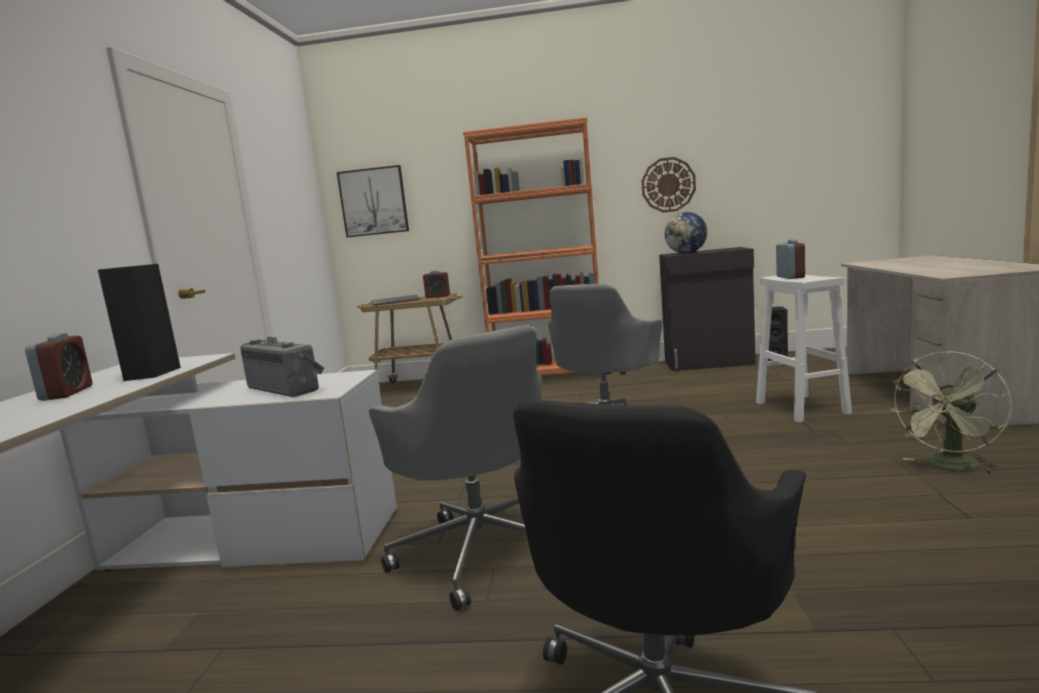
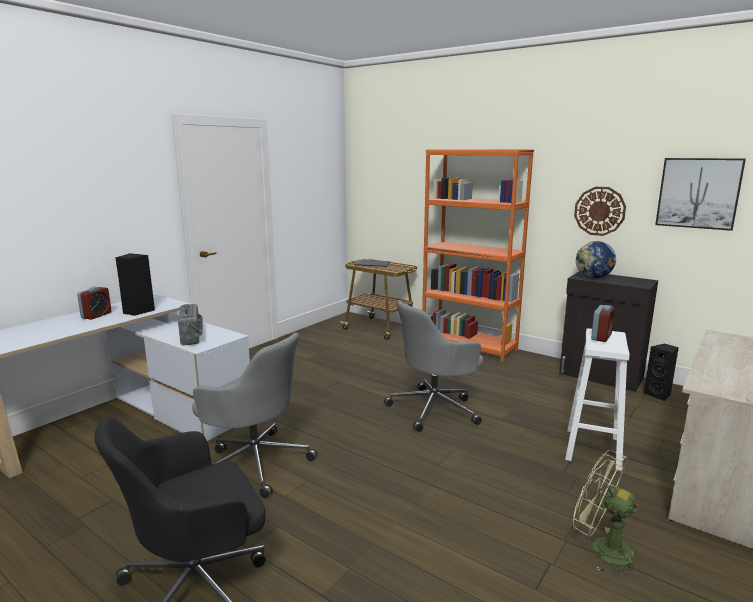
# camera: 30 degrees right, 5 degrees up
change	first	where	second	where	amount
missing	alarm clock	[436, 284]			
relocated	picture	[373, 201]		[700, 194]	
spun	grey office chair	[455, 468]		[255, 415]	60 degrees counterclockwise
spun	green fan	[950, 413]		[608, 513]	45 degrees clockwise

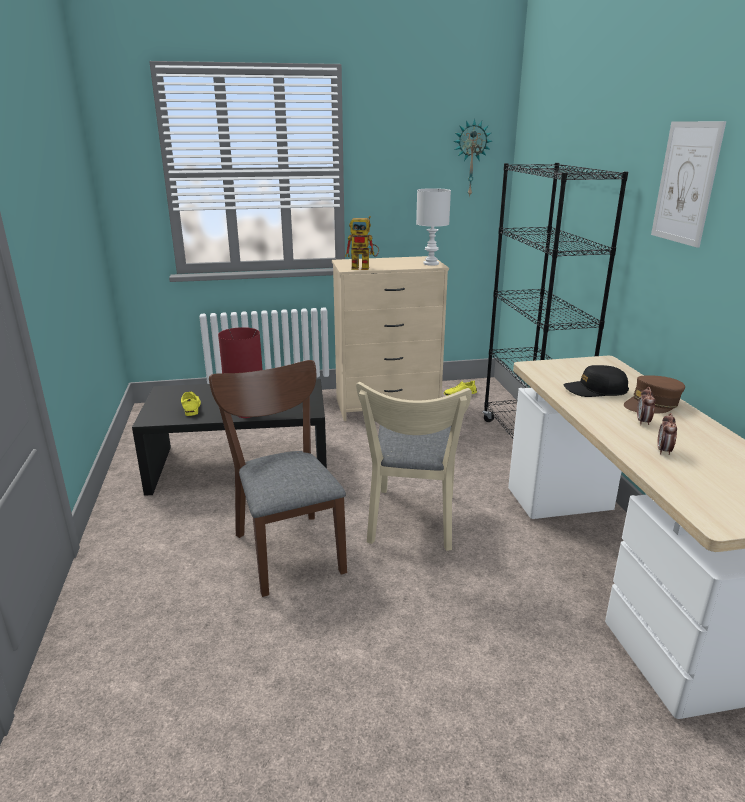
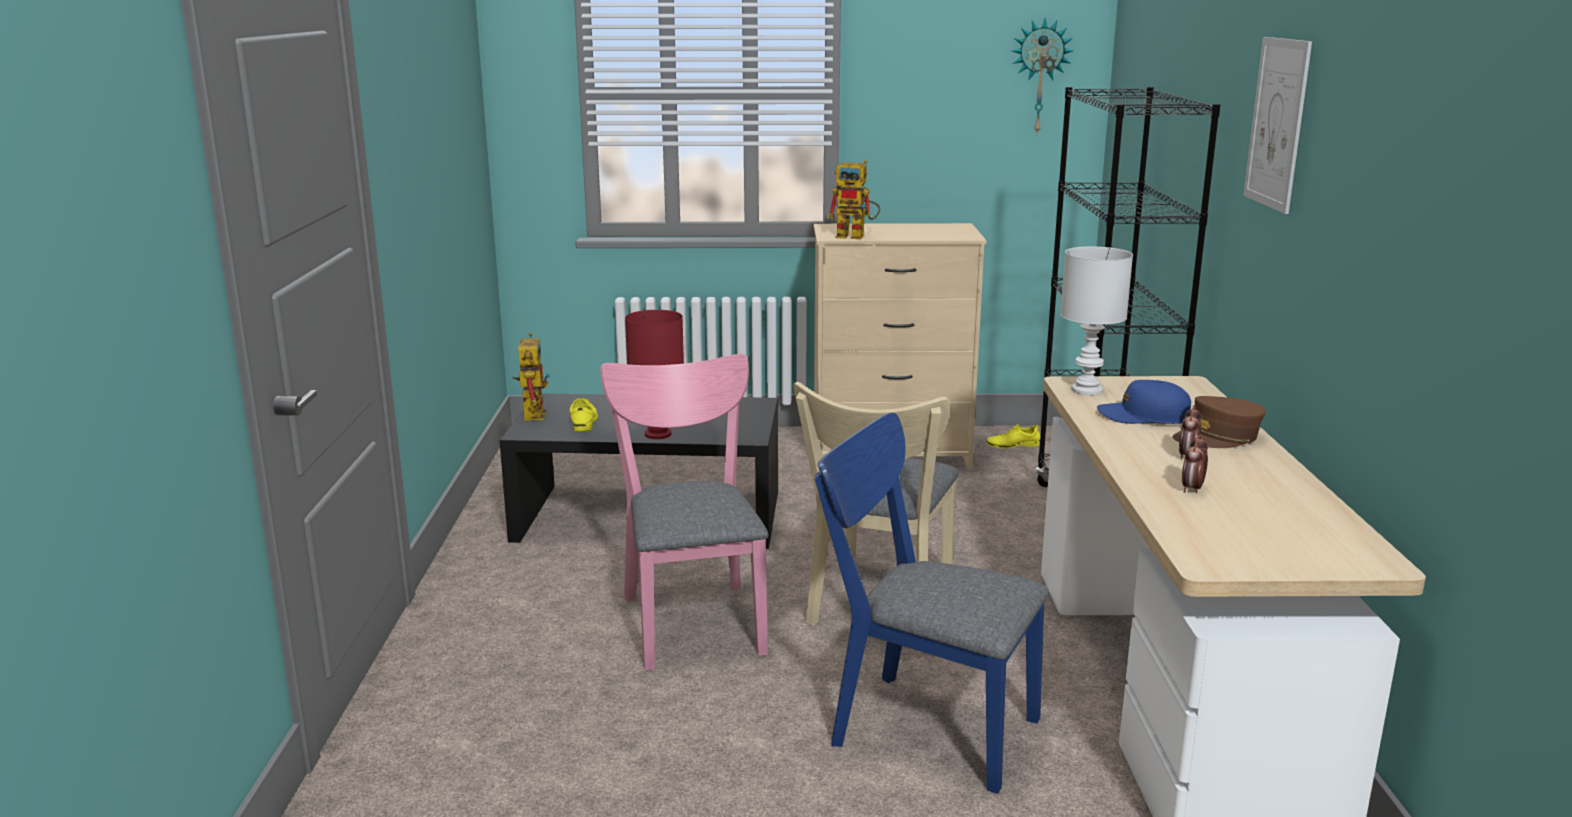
# camera: 10 degrees right, 5 degrees down
change	first	where	second	where	amount
appeared			toy robot	[531, 377]	
appeared			blue chair	[932, 603]	
relocated	white table lamp	[433, 227]		[1096, 320]	
colour	brown chair	[278, 478]	pink chair	[684, 512]	
colour	black cap	[596, 381]	blue cap	[1144, 402]	

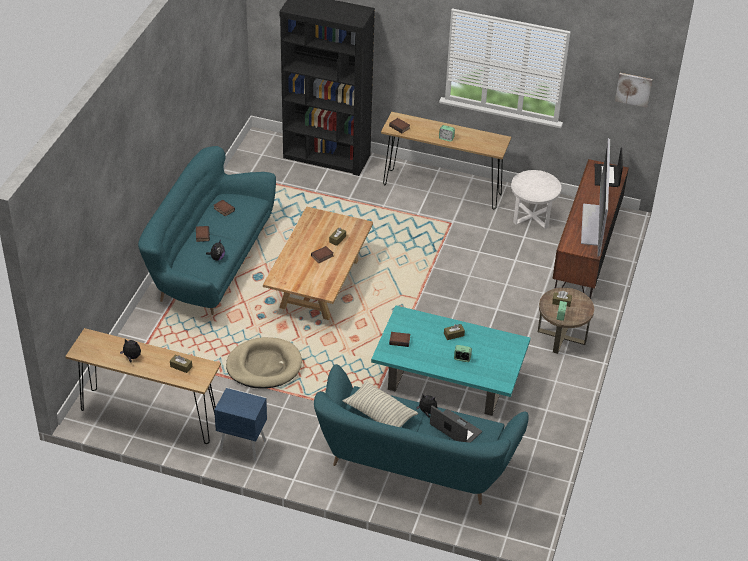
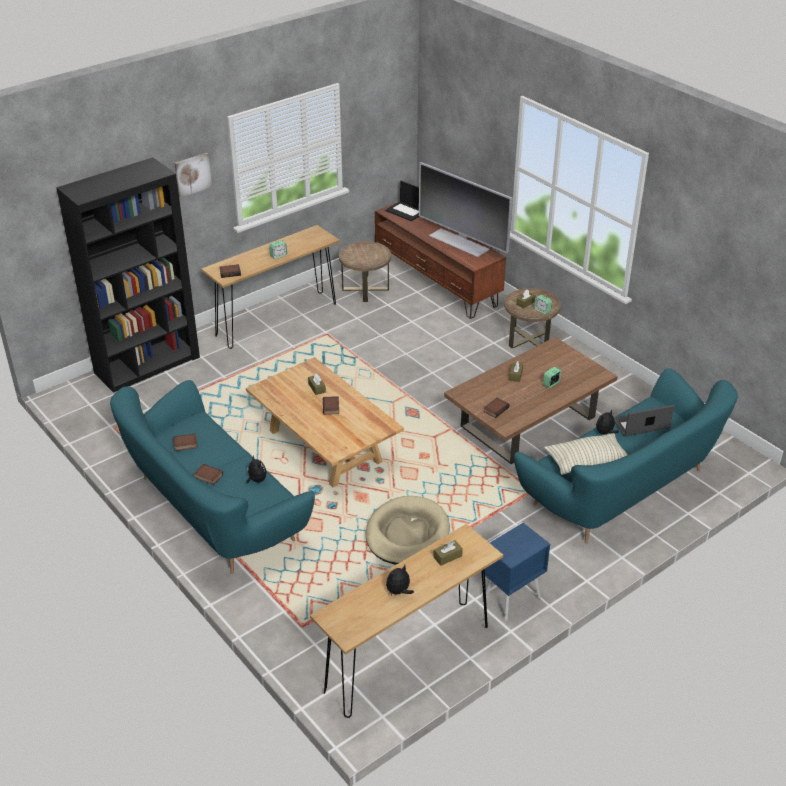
# camera: 55 degrees left, 5 degrees down
change	first	where	second	where	amount
relocated	picture	[633, 90]		[193, 175]	
colour	turquoise coffee table	[450, 360]	brown coffee table	[531, 400]	
colour	white side table	[536, 199]	brown side table	[365, 271]	

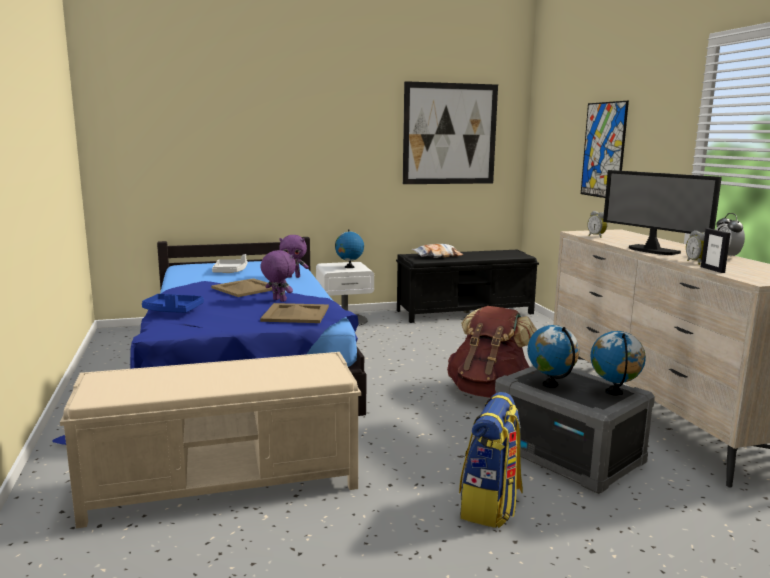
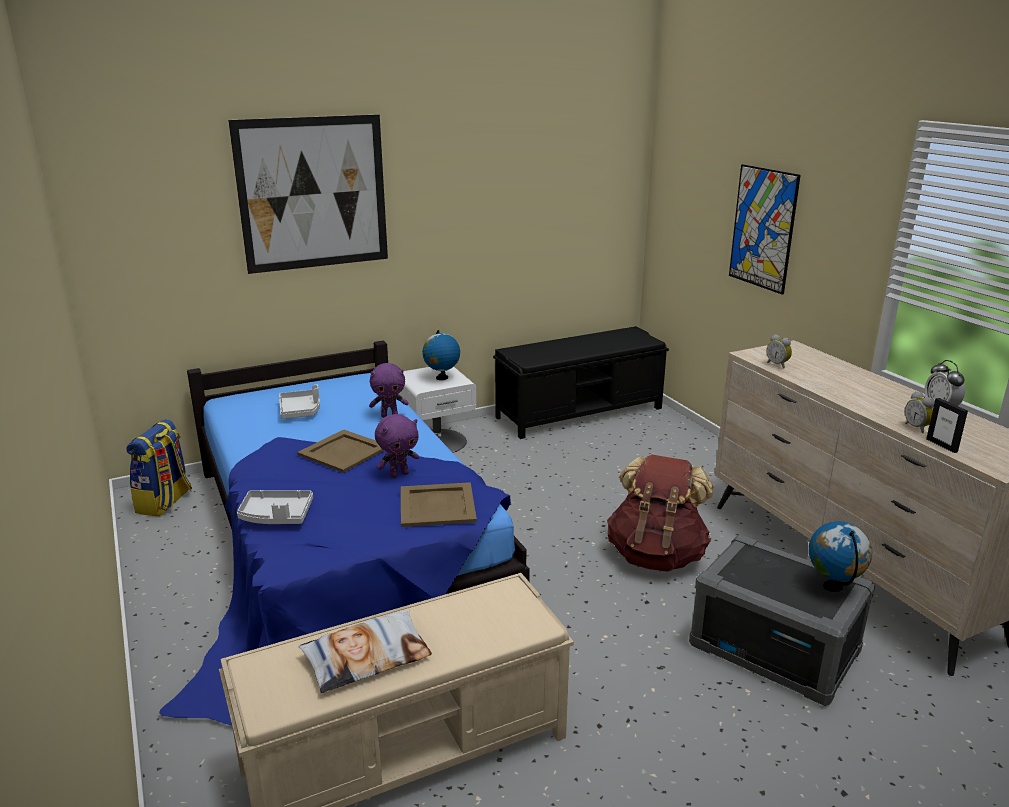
# camera: 10 degrees left, 10 degrees up
change	first	where	second	where	amount
missing	globe	[553, 356]			
missing	monitor	[662, 212]			
relocated	picture	[450, 132]		[308, 194]	
relocated	pillow	[437, 251]		[365, 651]	
relocated	backpack	[491, 460]		[159, 467]	
colour	blue tray	[173, 303]	grey tray	[275, 507]	
spun	purple plush toy	[278, 276]		[397, 446]	120 degrees clockwise

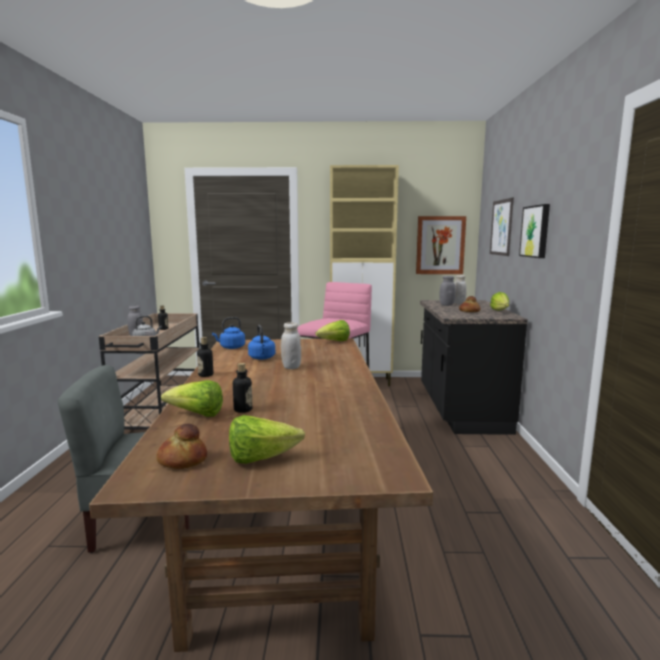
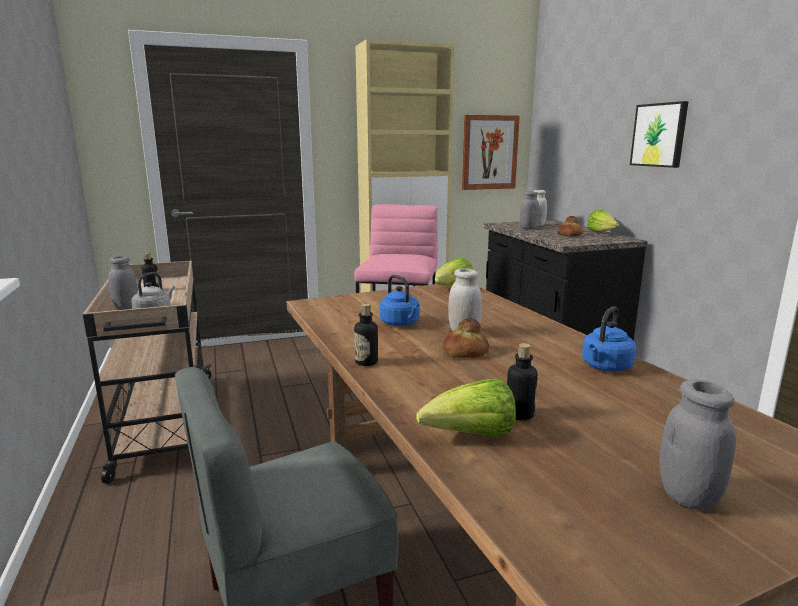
# camera: 20 degrees left, 5 degrees up
change	first	where	second	where	amount
missing	picture	[502, 227]			
relocated	bread	[181, 446]		[466, 338]	
relocated	blue kettle	[228, 333]		[609, 339]	
exchanged	lettuce	[267, 439]	grey jar	[697, 445]	

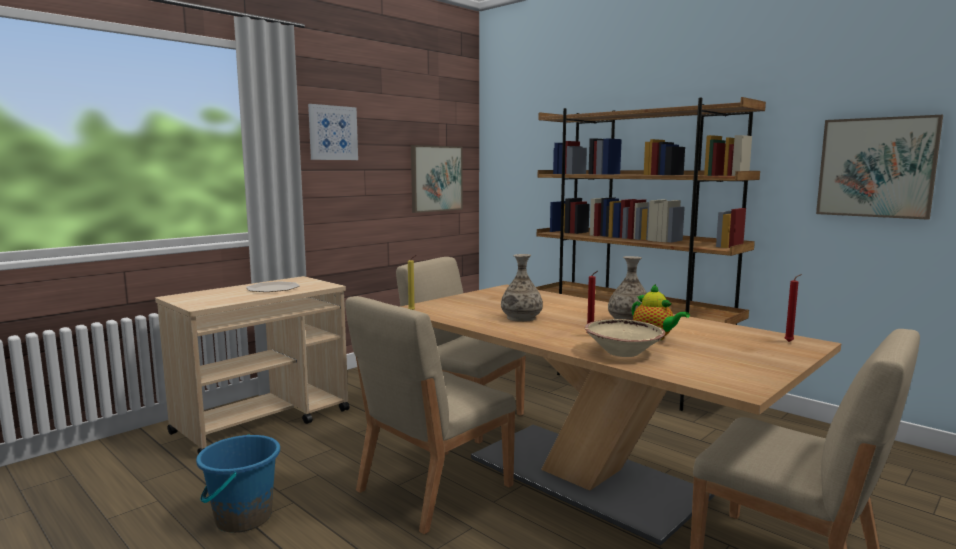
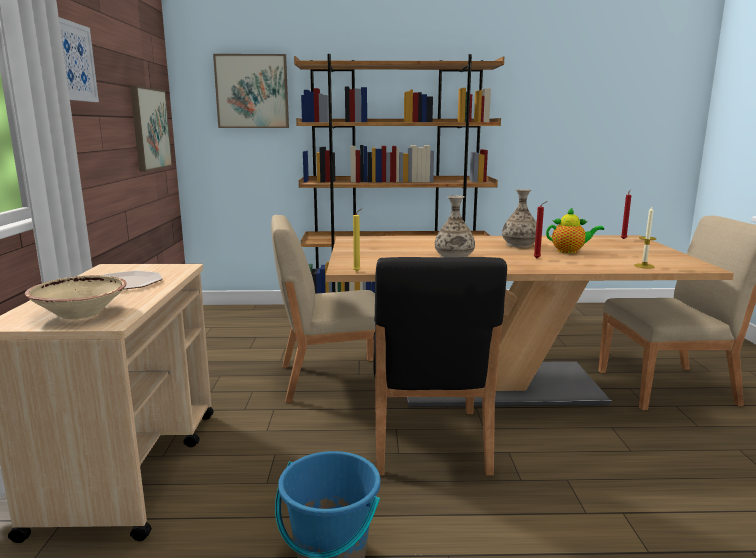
# camera: 45 degrees left, 5 degrees up
change	first	where	second	where	amount
appeared			candle	[645, 237]	
relocated	beige bowl	[625, 338]		[76, 297]	
relocated	picture	[879, 167]		[251, 91]	
colour	beige chair	[430, 415]	black chair	[440, 366]	

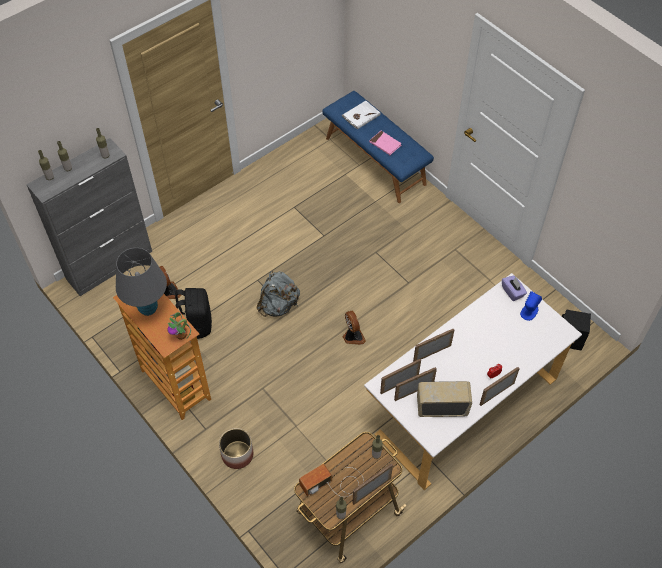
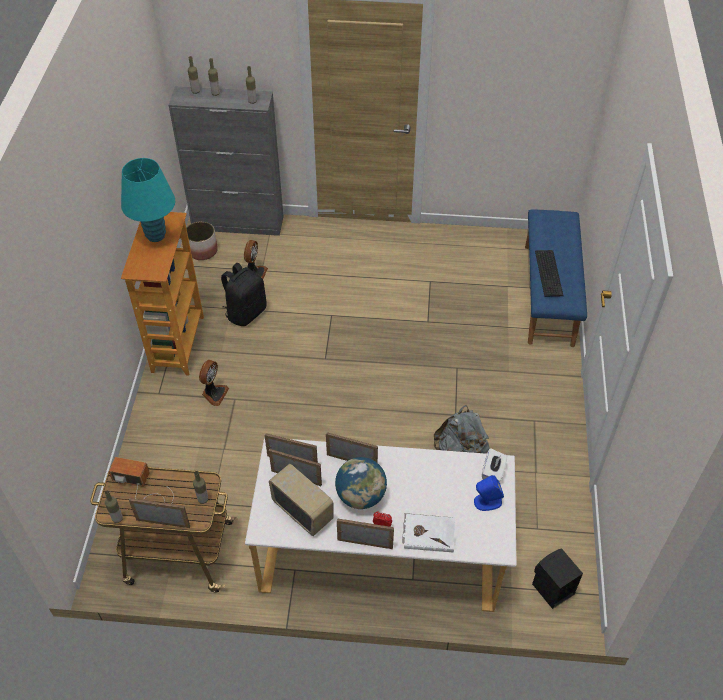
# camera: 45 degrees right, 5 degrees down
change	first	where	second	where	amount
missing	potted plant	[179, 326]			
appeared			globe	[361, 483]	
relocated	planter	[236, 448]		[202, 240]	
relocated	grey backpack	[278, 294]		[462, 429]	
relocated	white book	[360, 115]		[429, 533]	
relocated	fan	[354, 327]		[214, 383]	
exchanged	pink book	[385, 143]	keyboard	[549, 273]	
colour	grey table lamp	[141, 282]	turquoise table lamp	[148, 200]	
colour	purple tissue box	[514, 288]	white tissue box	[494, 465]	

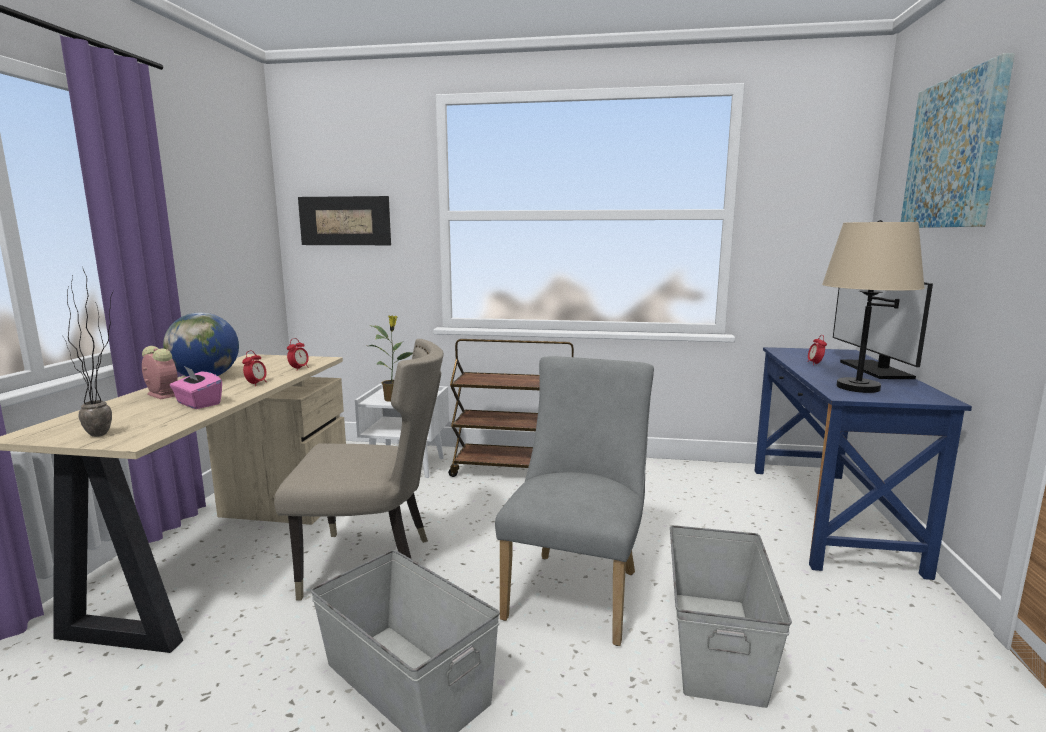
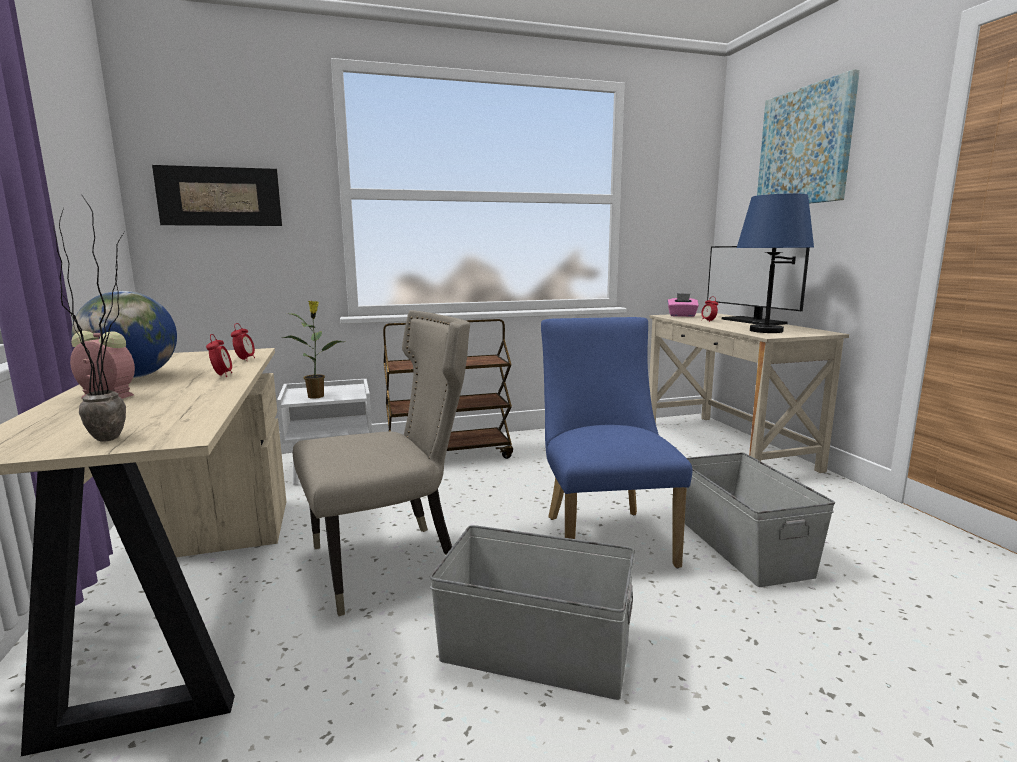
# camera: 25 degrees left, 0 degrees up
change	first	where	second	where	amount
relocated	pink tissue box	[196, 387]		[683, 305]	
colour	grey chair	[574, 501]	blue chair	[616, 442]	
colour	blue desk	[863, 463]	beige desk	[749, 393]	
colour	beige table lamp	[873, 306]	blue table lamp	[775, 263]	

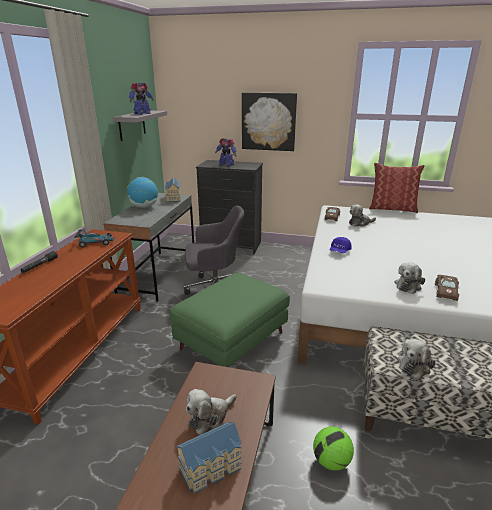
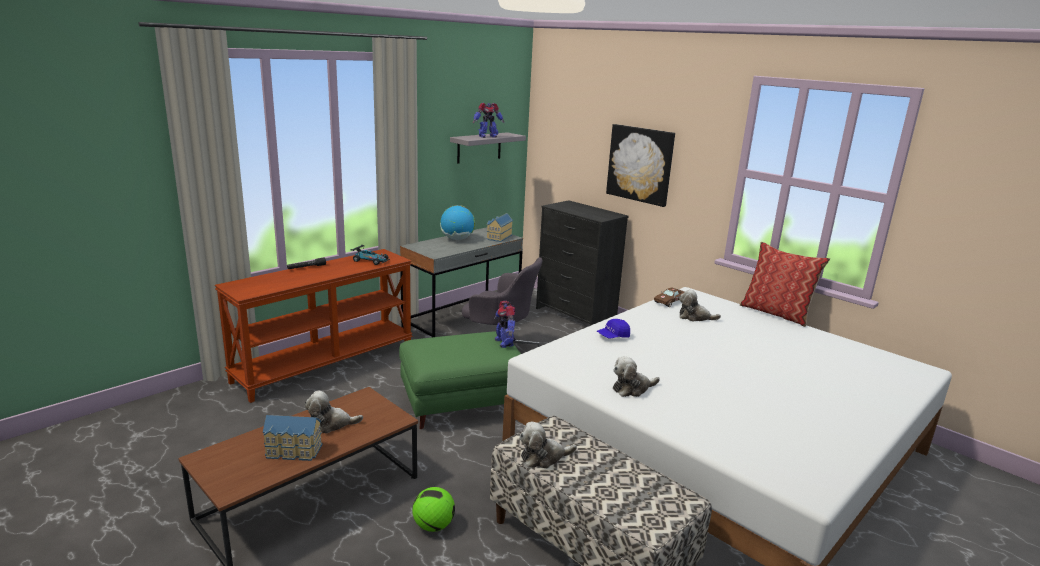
# camera: 30 degrees right, 5 degrees down
change	first	where	second	where	amount
missing	brown toy car	[447, 288]			
relocated	toy robot	[225, 152]		[505, 324]	

